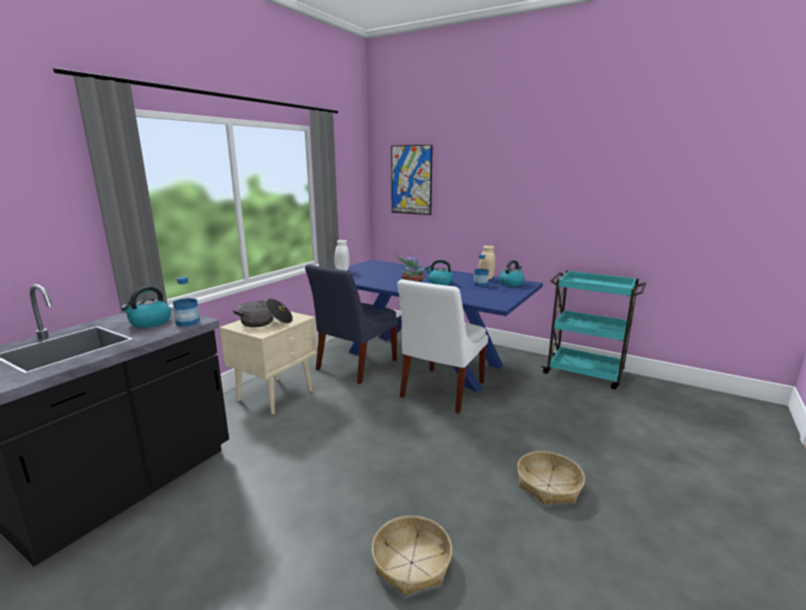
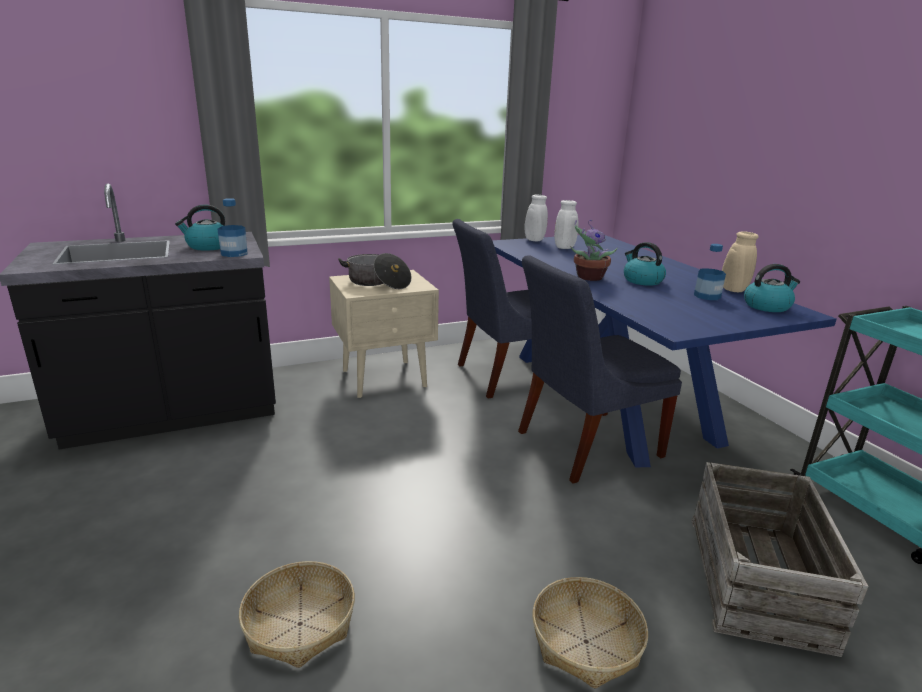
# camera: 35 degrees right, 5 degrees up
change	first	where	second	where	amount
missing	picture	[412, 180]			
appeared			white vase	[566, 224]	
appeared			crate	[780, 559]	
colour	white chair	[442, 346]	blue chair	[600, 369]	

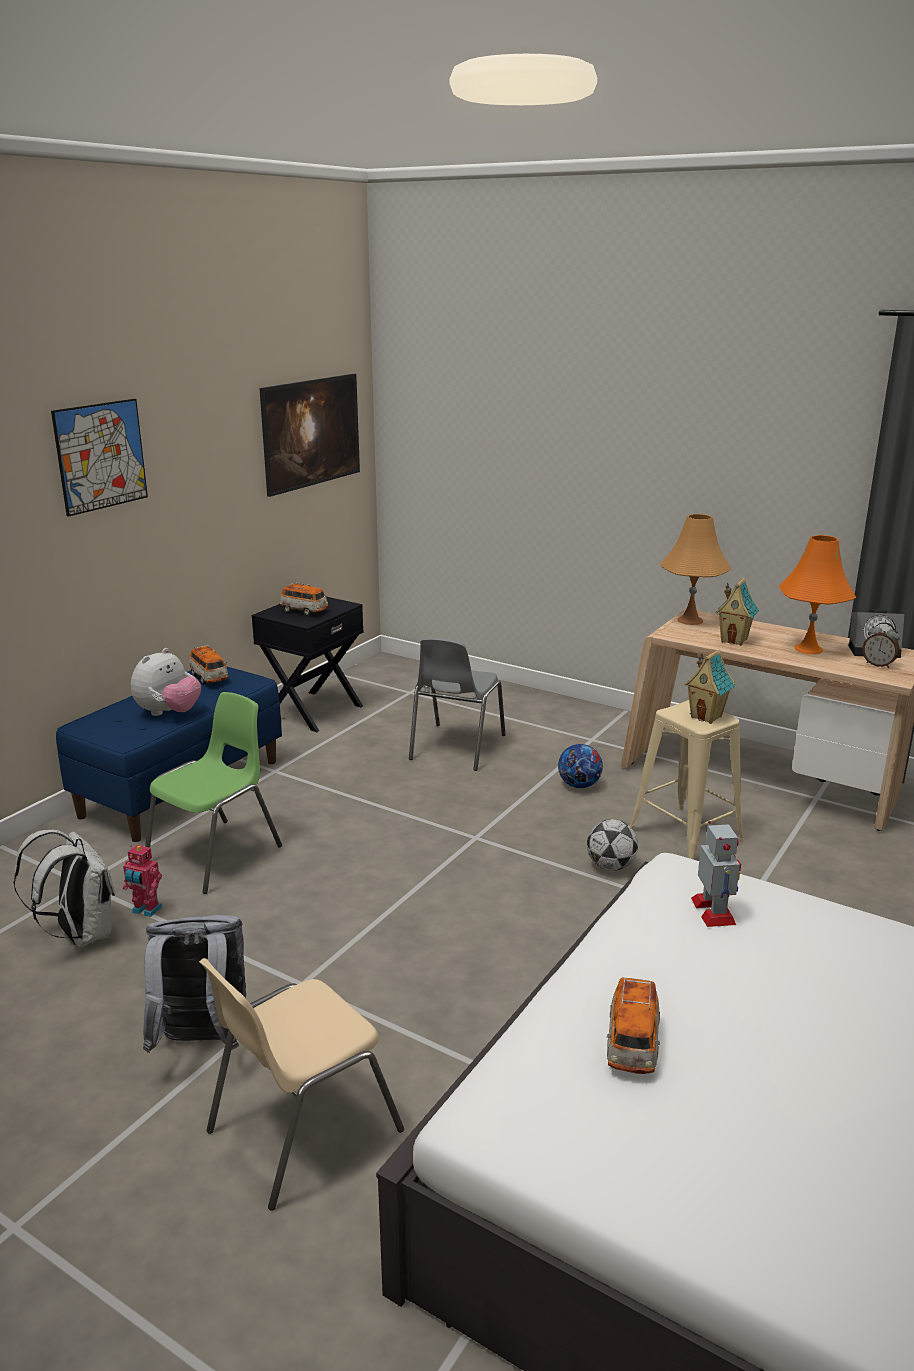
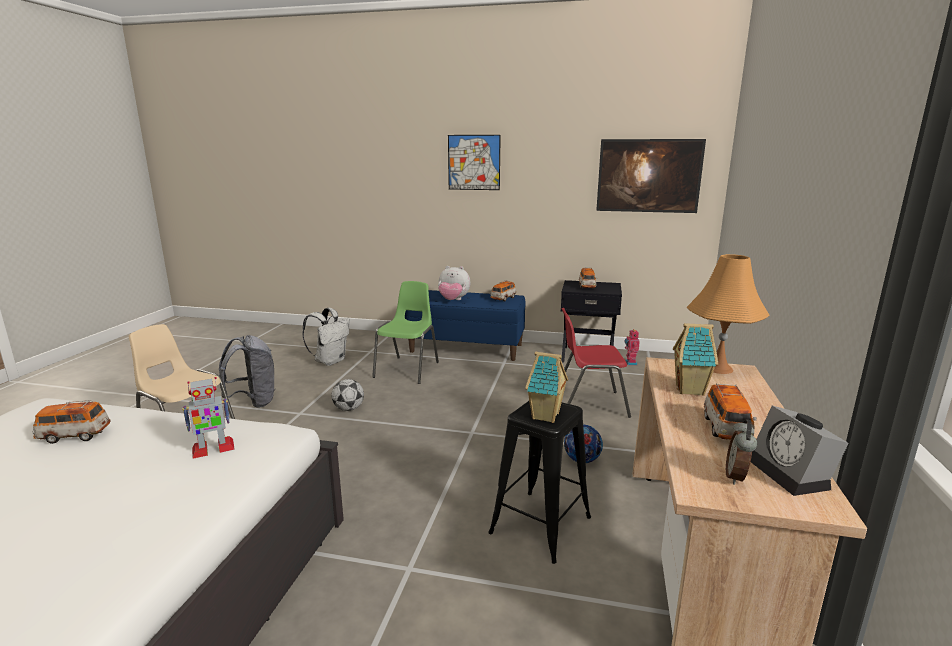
# camera: 70 degrees right, 5 degrees down
change	first	where	second	where	amount
relocated	toy robot	[142, 881]		[632, 347]	
relocated	football	[612, 845]		[347, 395]	
exchanged	orange table lamp	[817, 594]	toy car	[730, 411]	
colour	grey chair	[457, 704]	red chair	[596, 363]	
colour	beige stool	[687, 780]	black stool	[539, 482]	
spun	green chair	[213, 793]		[405, 332]	90 degrees counterclockwise

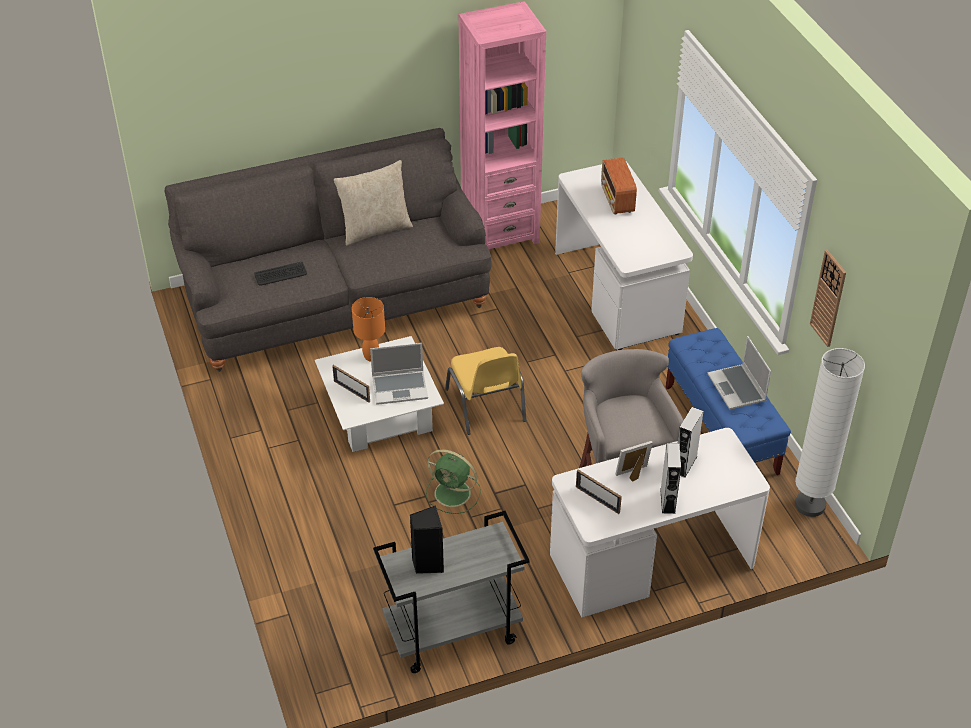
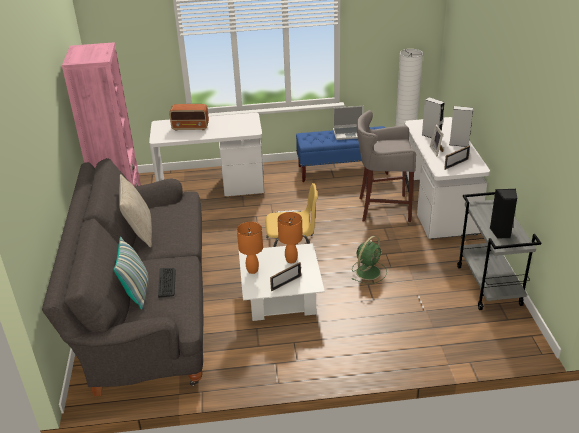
# camera: 75 degrees left, 10 degrees down
change	first	where	second	where	amount
missing	wall clock	[828, 298]			
appeared			pillow	[131, 273]	
exchanged	laptop	[399, 374]	orange table lamp	[290, 237]	

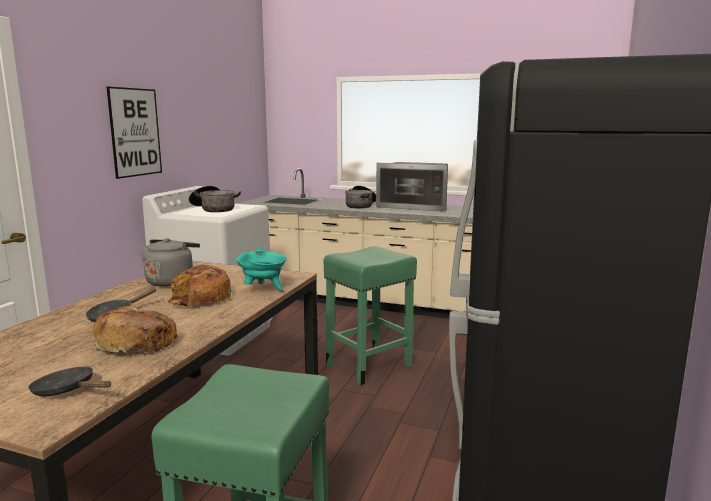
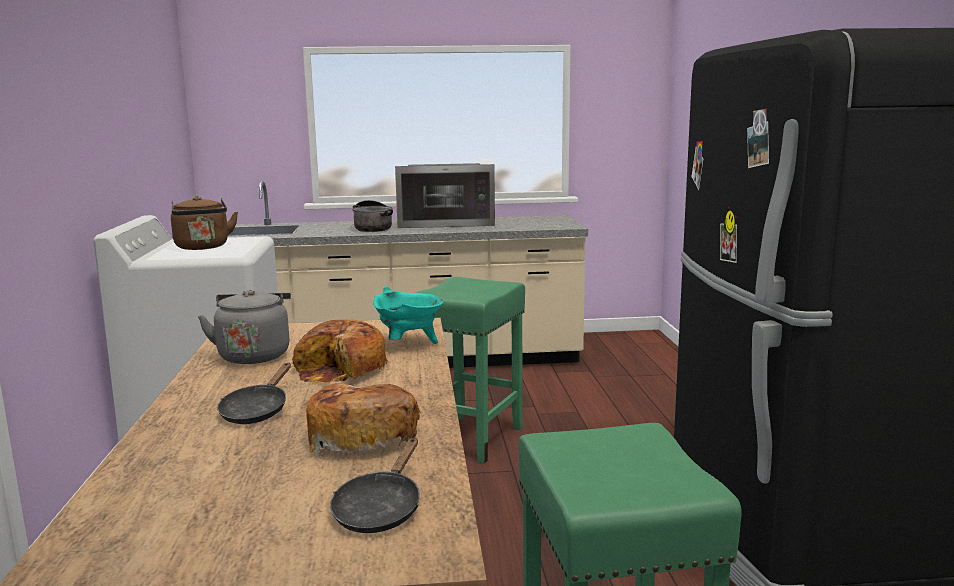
# camera: 25 degrees left, 0 degrees up
change	first	where	second	where	amount
missing	picture	[134, 133]			
exchanged	cooking pot	[215, 199]	brown kettle	[204, 223]	
spun	black frying pan	[69, 381]		[375, 485]	75 degrees counterclockwise

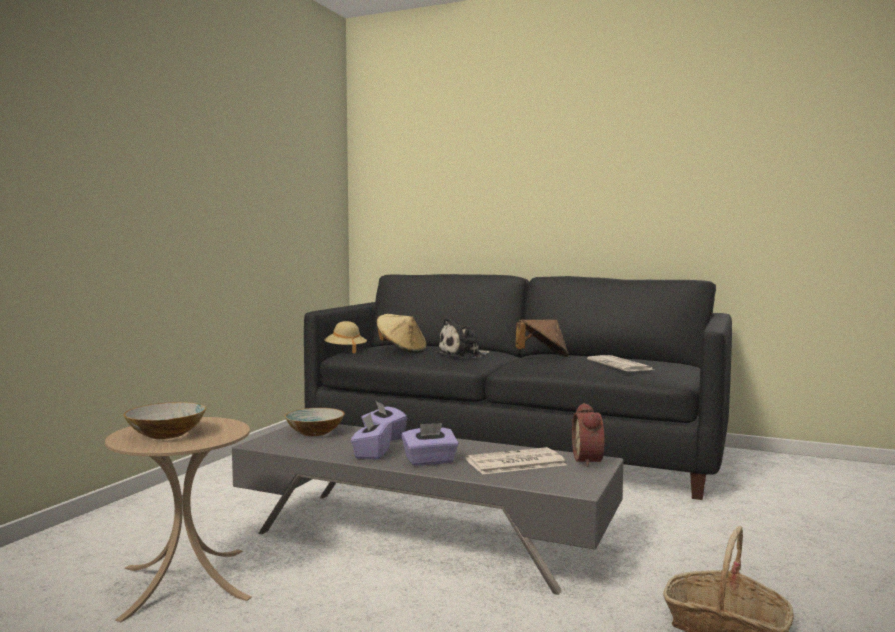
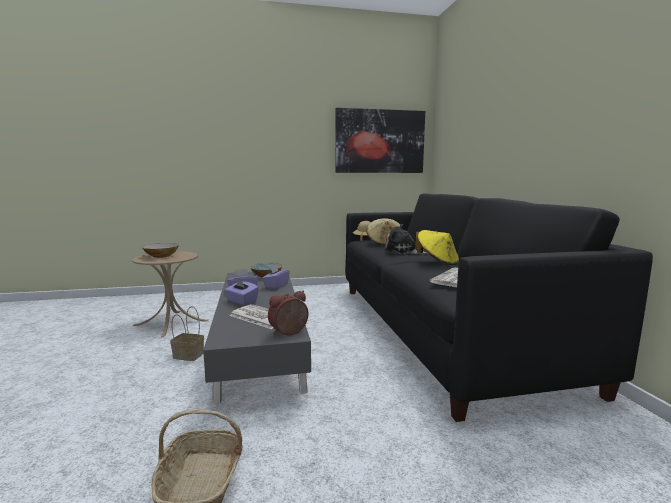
# camera: 55 degrees right, 5 degrees up
change	first	where	second	where	amount
appeared			basket	[187, 333]	
appeared			picture	[380, 140]	
colour	brown hat	[542, 338]	yellow hat	[437, 247]	

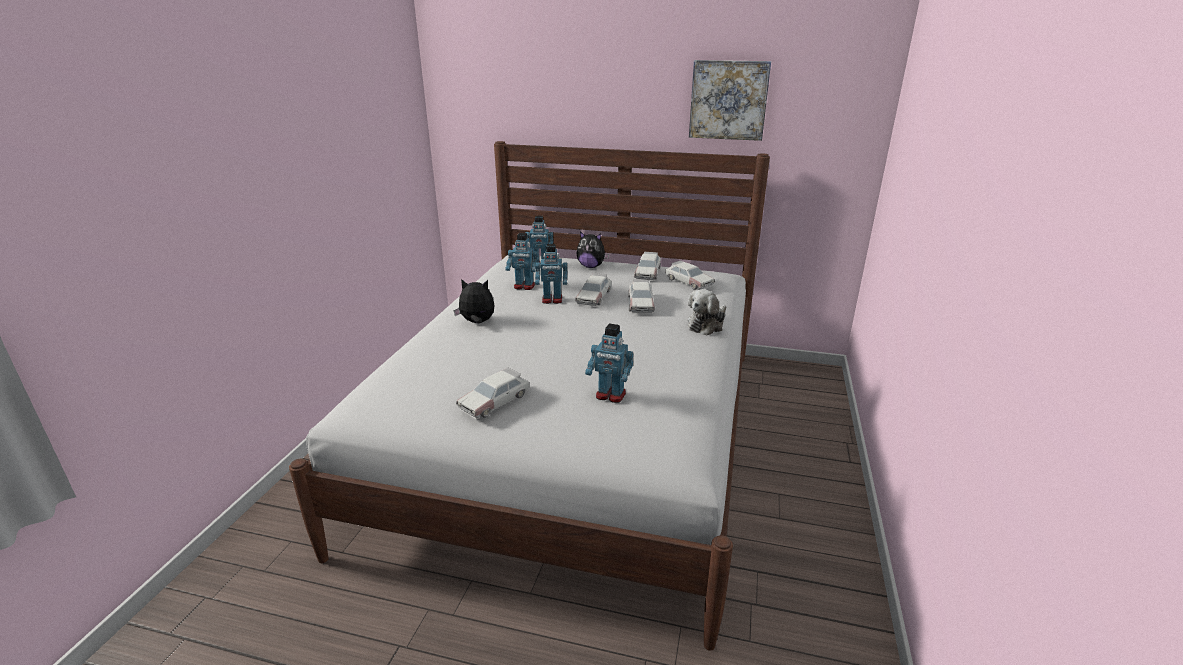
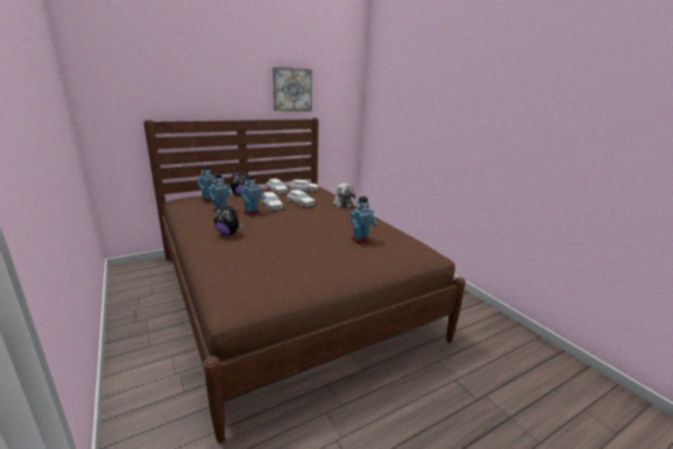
# camera: 45 degrees left, 5 degrees down
change	first	where	second	where	amount
missing	toy car	[493, 393]			
colour	white bed	[529, 396]	brown bed	[305, 280]	
spun	plush toy	[474, 301]		[229, 219]	120 degrees counterclockwise

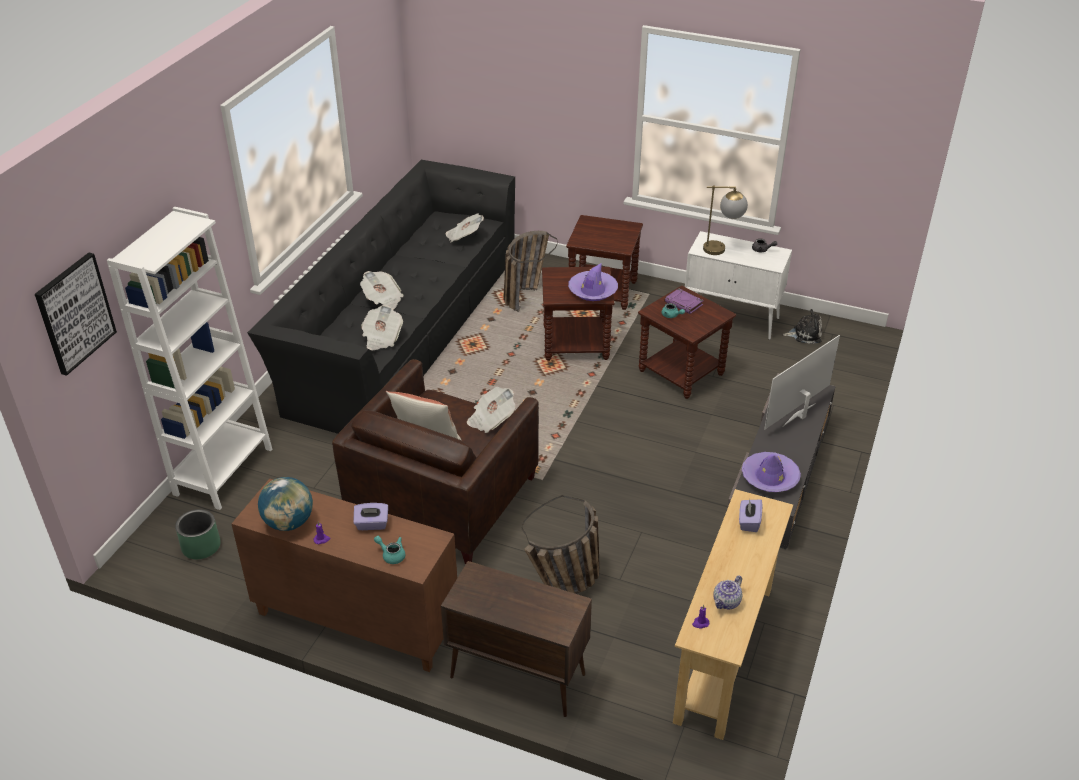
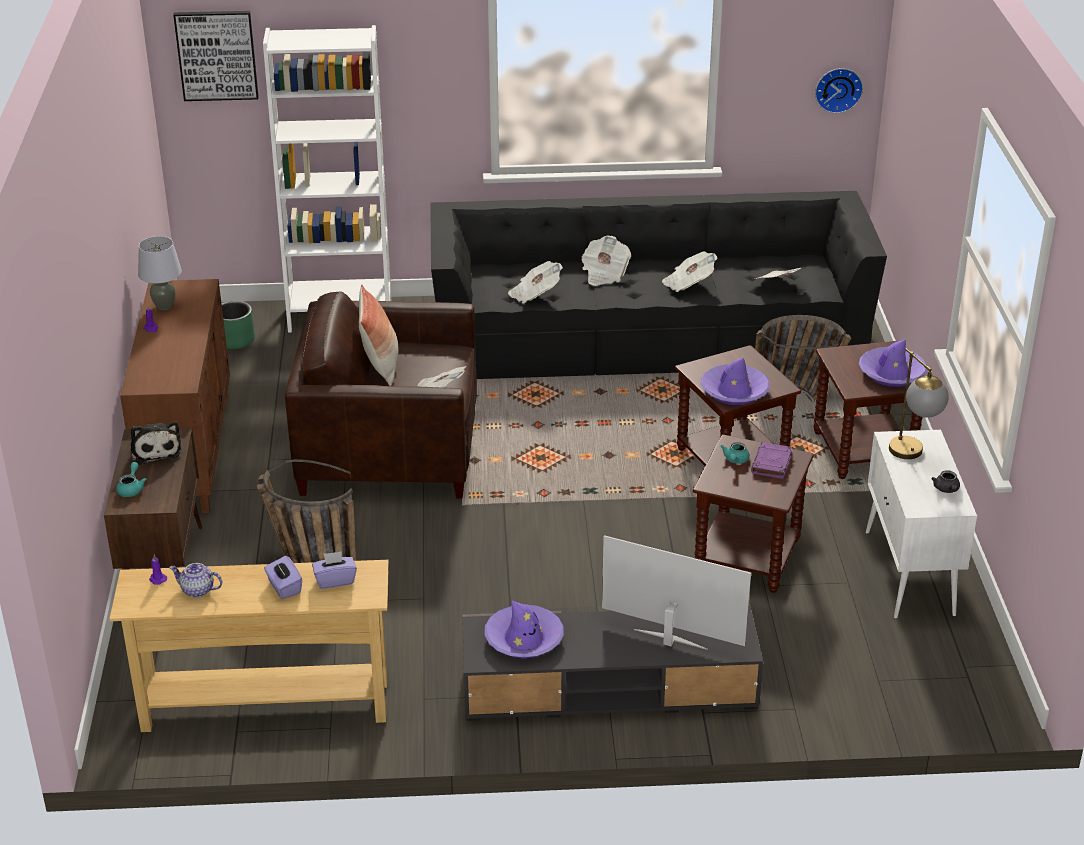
# camera: 65 degrees right, 5 degrees down
change	first	where	second	where	amount
appeared			newspaper	[690, 271]	
appeared			wall clock	[839, 90]	
appeared			purple hat	[893, 363]	
relocated	purple tissue box	[370, 516]		[283, 577]	
relocated	turquoise teapot	[389, 550]		[131, 479]	
relocated	plush toy	[802, 326]		[156, 443]	
exchanged	globe	[285, 504]	grey table lamp	[160, 273]	

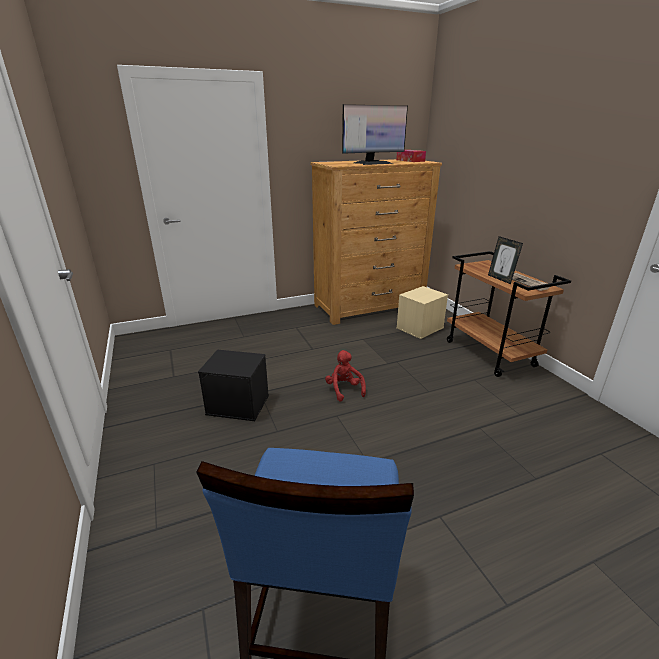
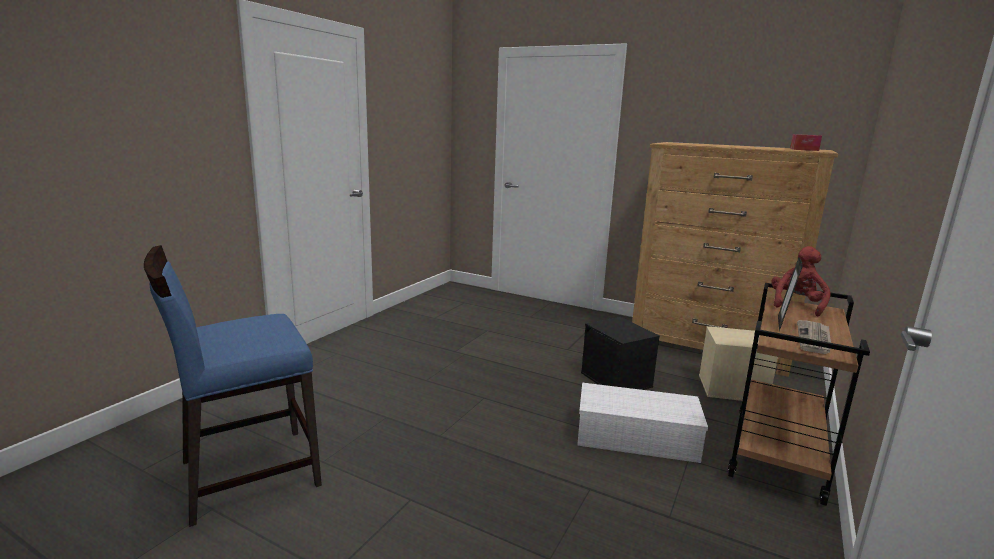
# camera: 50 degrees right, 10 degrees down
change	first	where	second	where	amount
missing	monitor	[375, 134]			
appeared			white storage box	[642, 423]	
relocated	black storage box	[233, 385]		[620, 353]	
relocated	red plush toy	[345, 376]		[801, 281]	

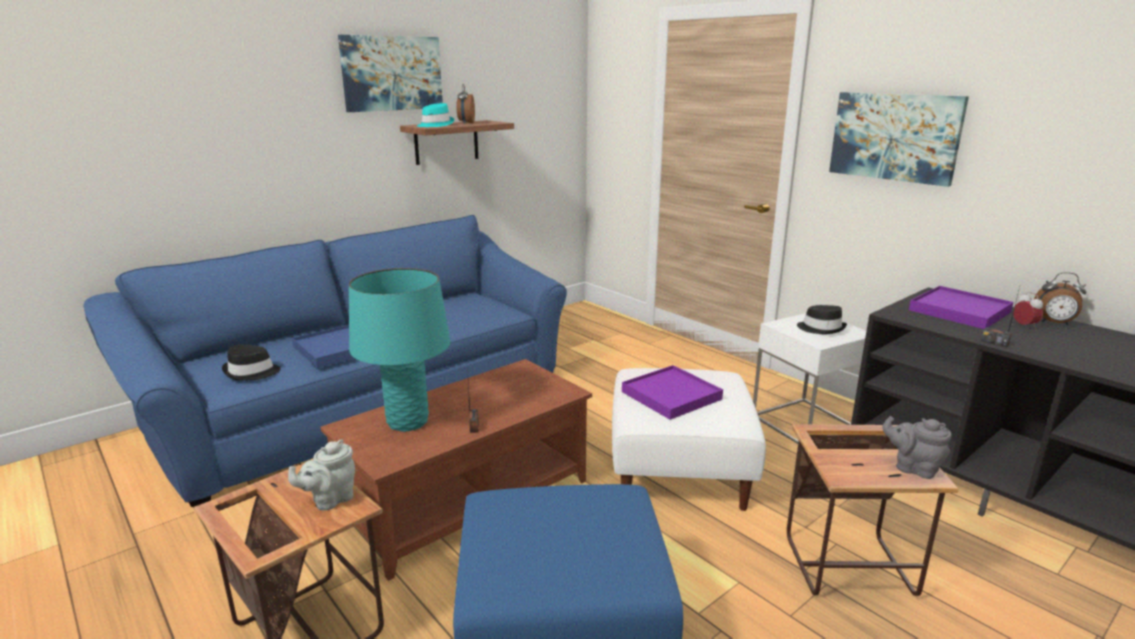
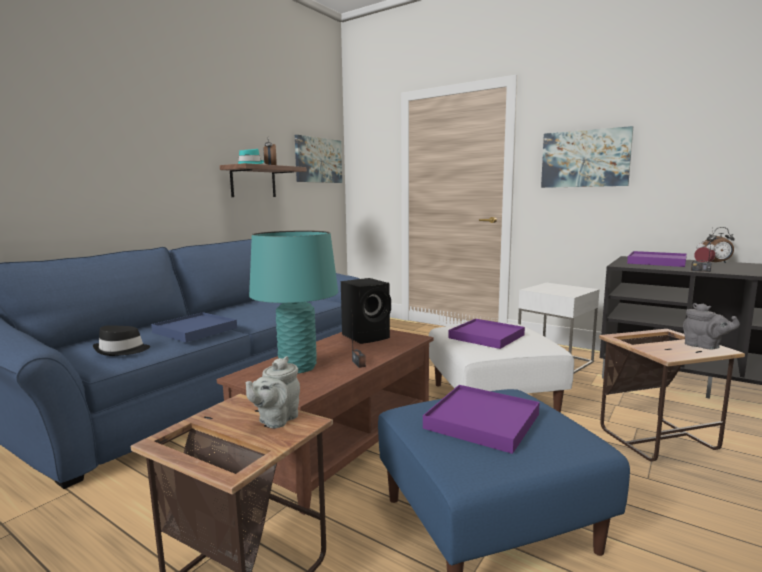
# camera: 15 degrees left, 10 degrees down
change	first	where	second	where	amount
missing	black hat	[822, 319]			
appeared			black speaker	[366, 311]	
appeared			purple tray	[481, 419]	
relocated	picture	[390, 73]		[318, 159]	
spun	grey teapot	[917, 447]		[711, 326]	150 degrees counterclockwise

